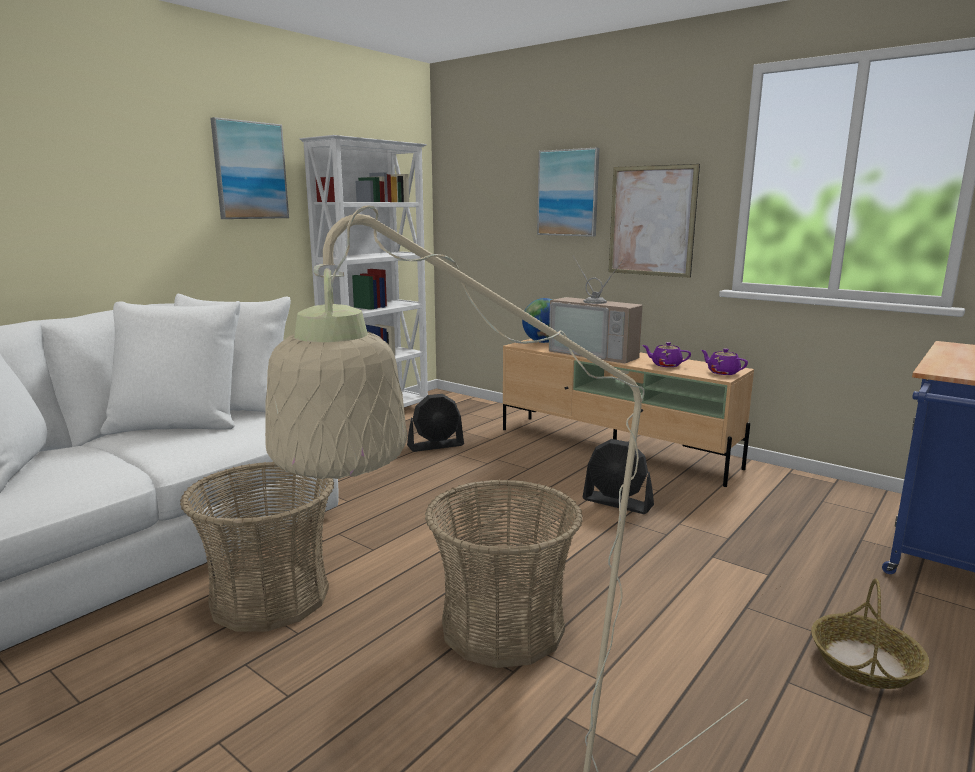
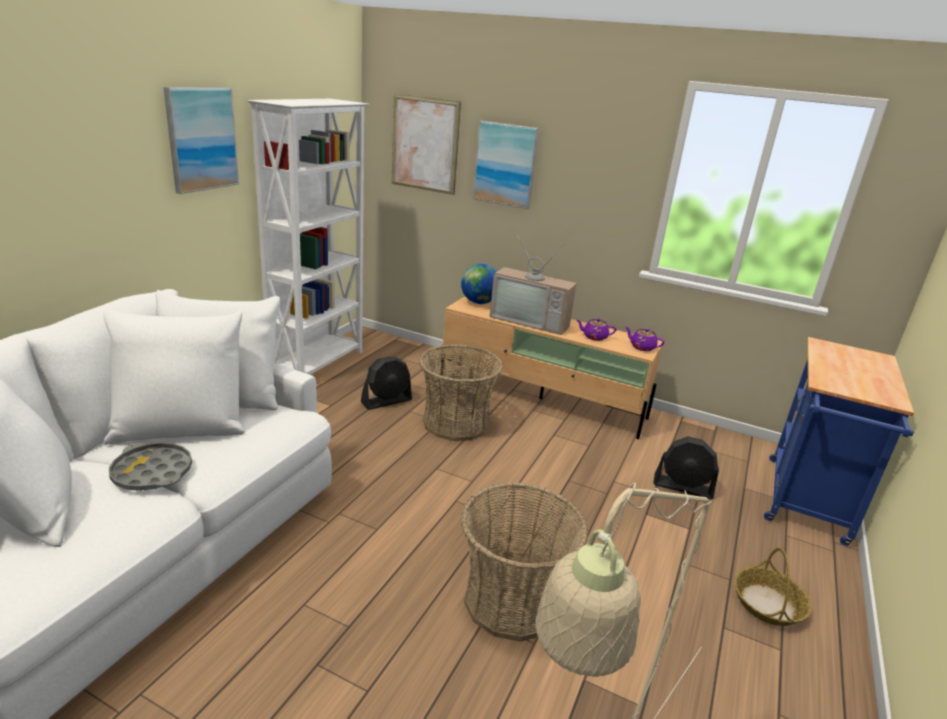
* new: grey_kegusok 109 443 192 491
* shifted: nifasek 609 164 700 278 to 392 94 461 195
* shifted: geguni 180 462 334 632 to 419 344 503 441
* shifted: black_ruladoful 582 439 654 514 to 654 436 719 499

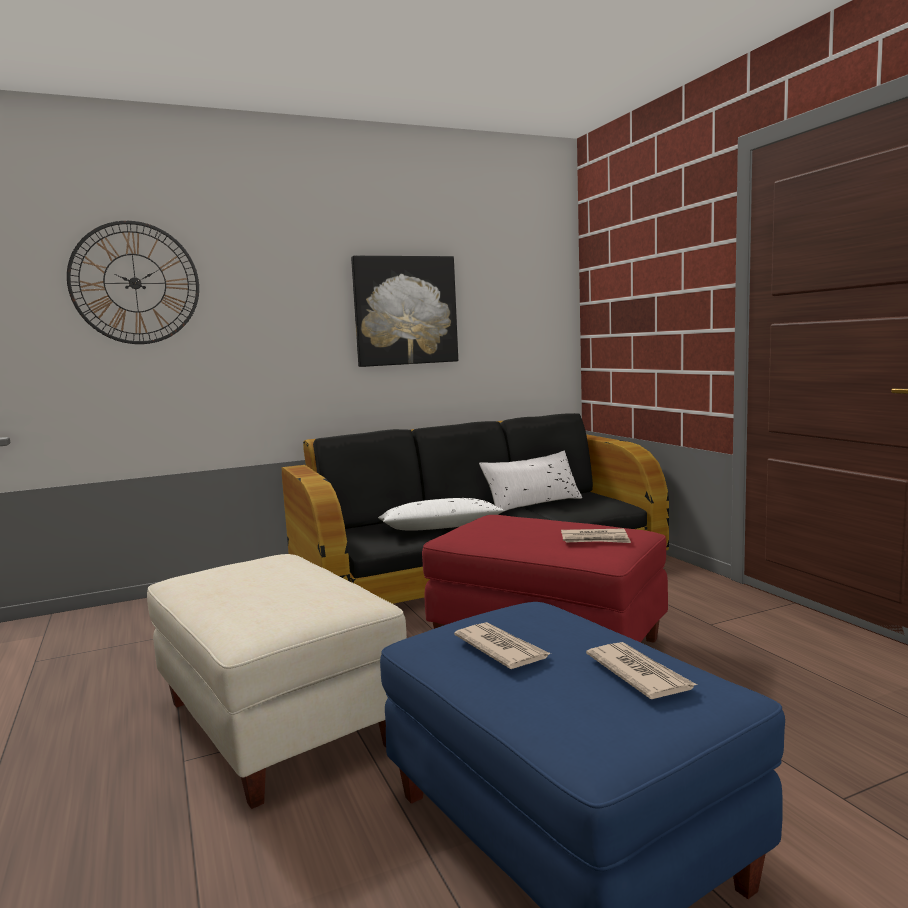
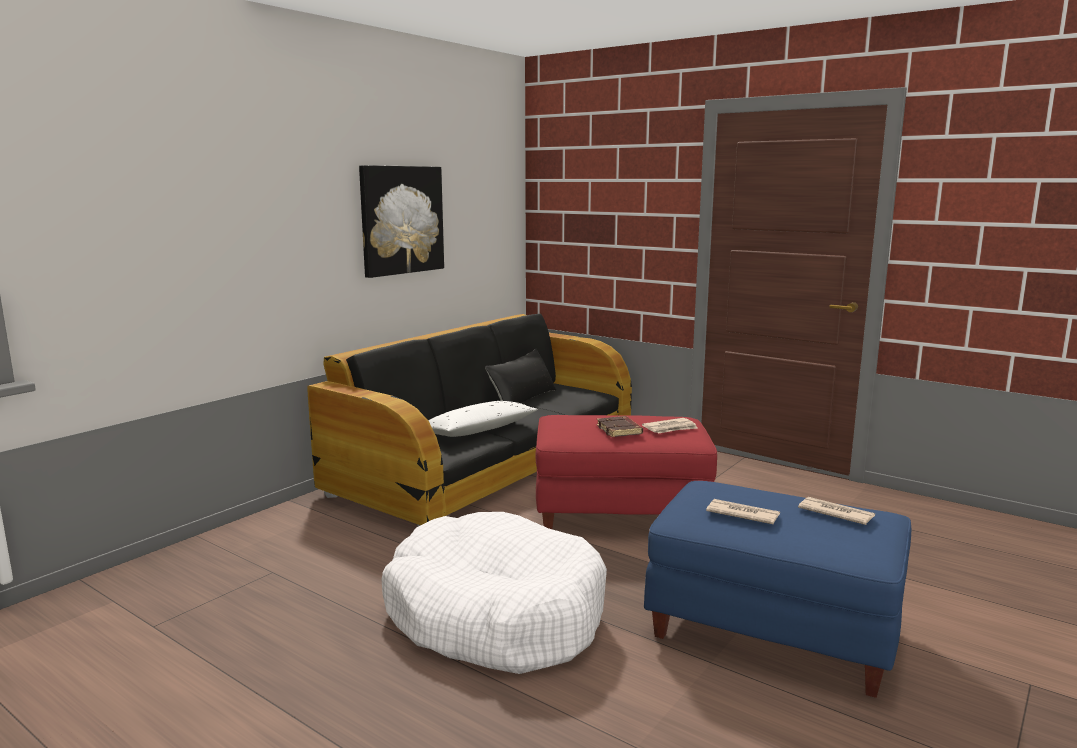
* swapped: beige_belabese 147 554 407 809 to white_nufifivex 381 512 607 674
* repainted: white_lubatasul 479 451 582 511 to black_lubatasul 485 349 556 403
* new: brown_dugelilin 596 416 643 437
* gone: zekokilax 67 221 199 344

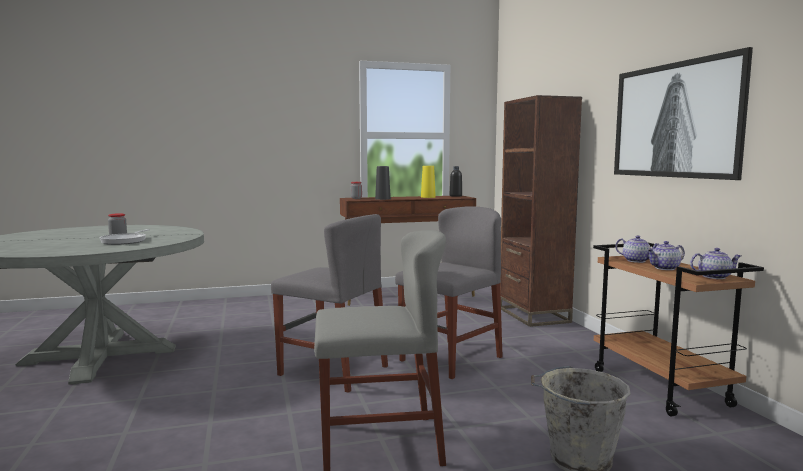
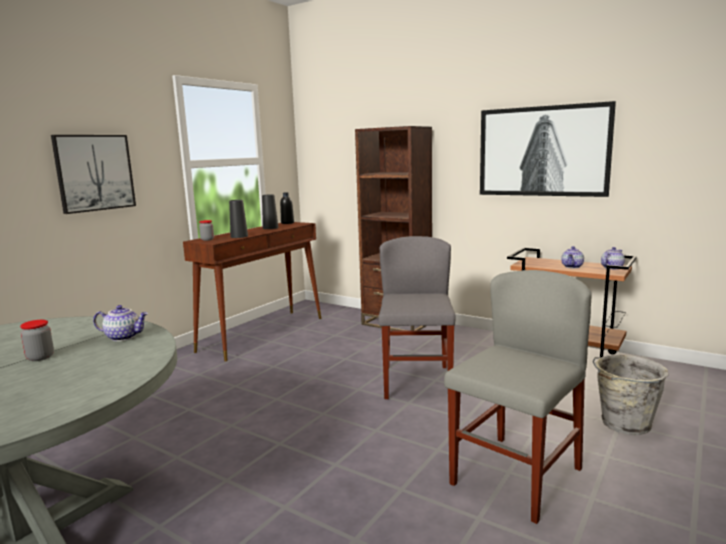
* new: nifasek 51 135 136 214
* shifted: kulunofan 615 235 660 263 to 93 305 148 341
* repainted: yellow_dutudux 421 166 436 198 to black_dutudux 262 194 278 229
* gone: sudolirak 100 229 150 245
* gone: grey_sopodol 271 214 388 393

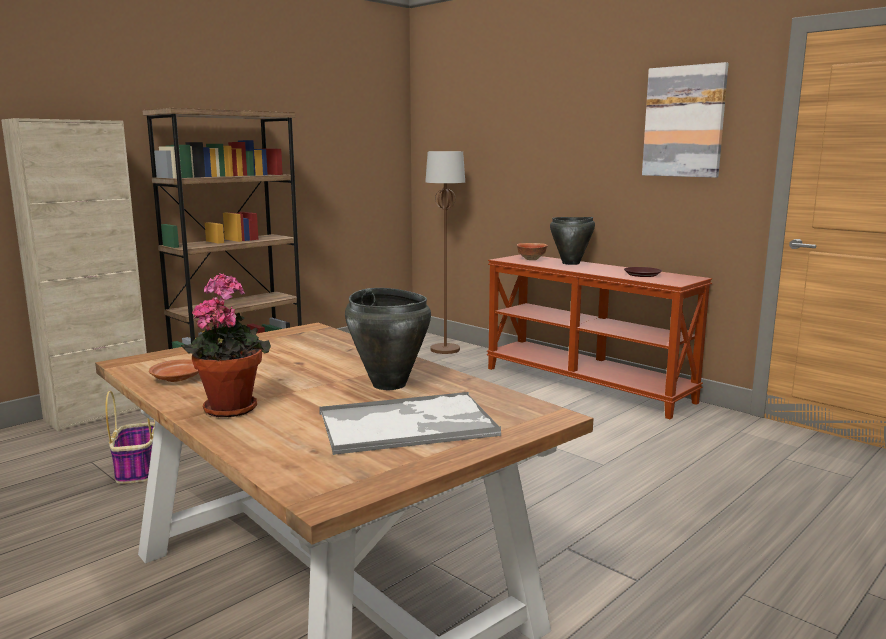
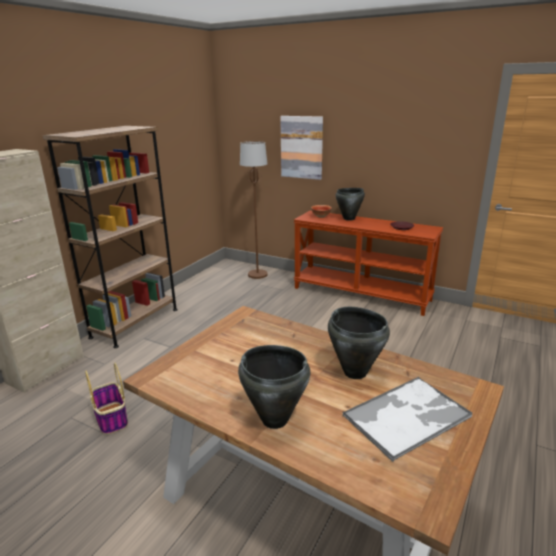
* swapped: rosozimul 181 273 271 417 to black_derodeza 238 345 310 429
* shifted: nifasek 642 62 729 178 to 280 116 323 180
* gone: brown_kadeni 149 359 199 382

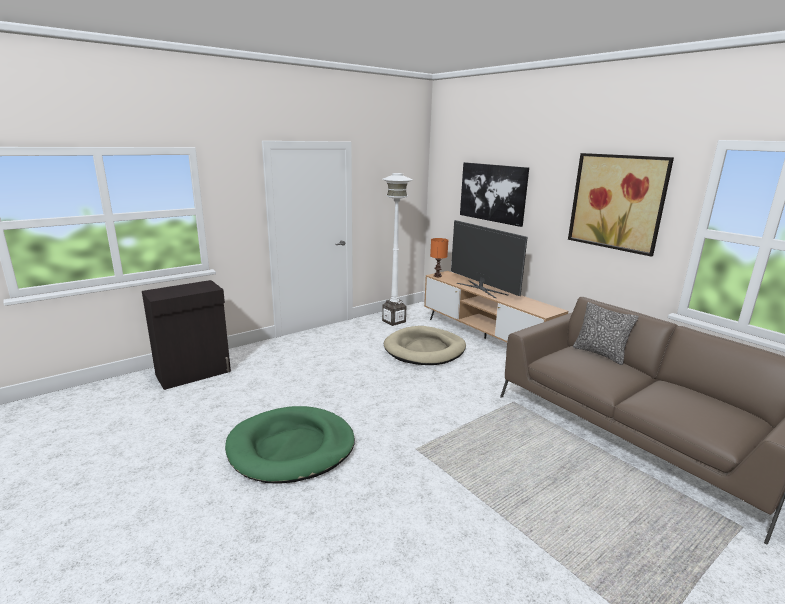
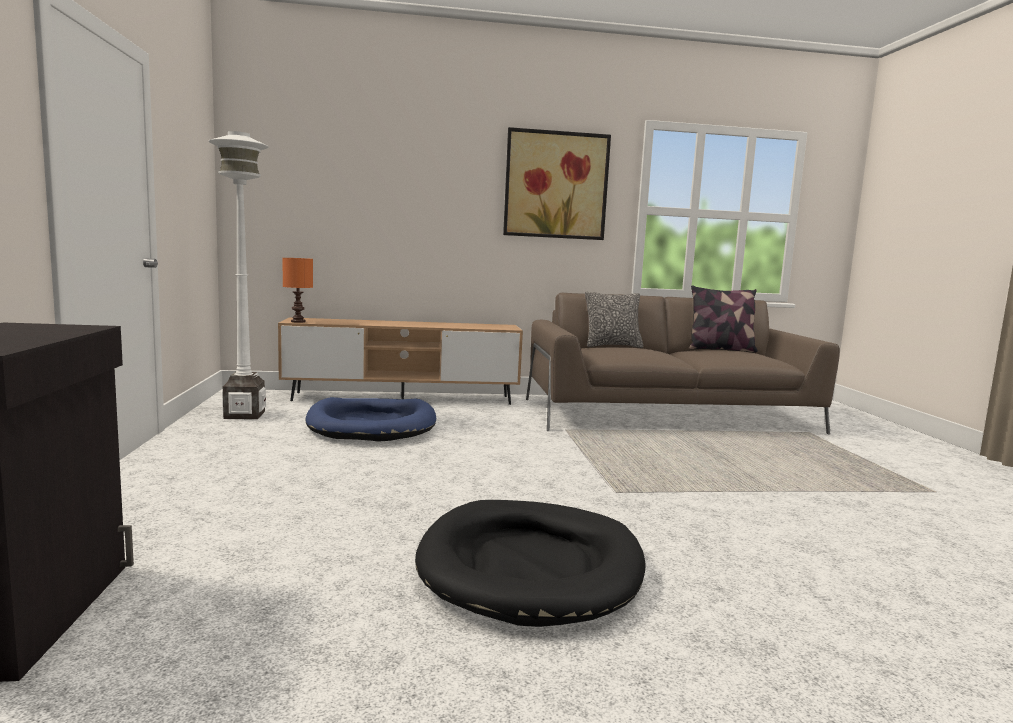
* repainted: beige_nufifivex 384 326 466 365 to blue_nufifivex 305 397 436 442
* repainted: green_nufifivex 225 406 355 484 to black_nufifivex 415 500 646 627
* new: lubatasul 689 285 758 353
* gone: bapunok 451 220 528 298
* gone: nifasek 460 162 529 227

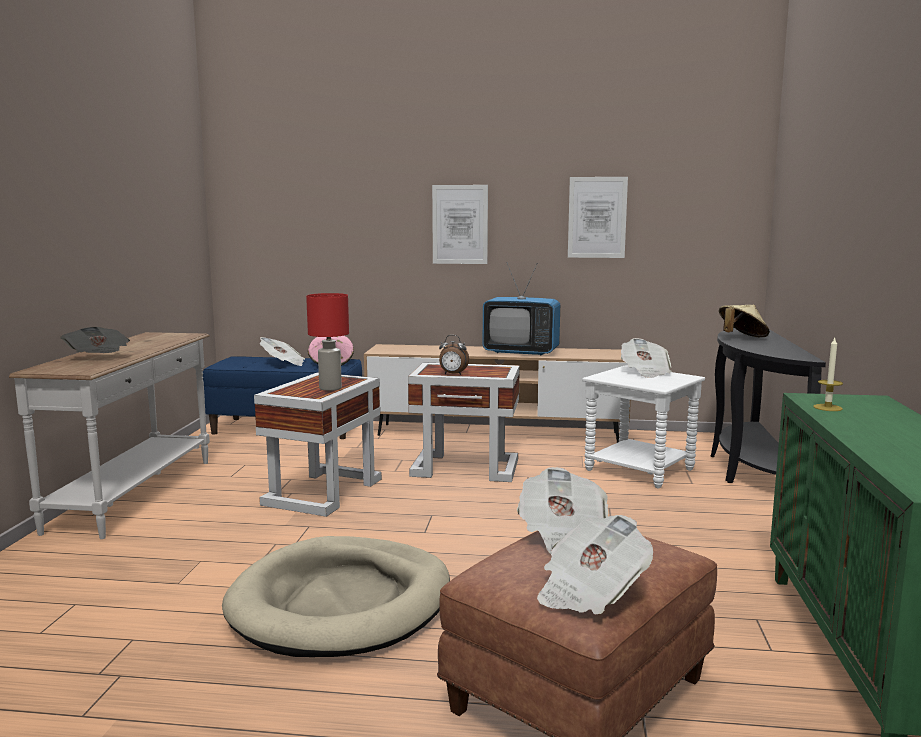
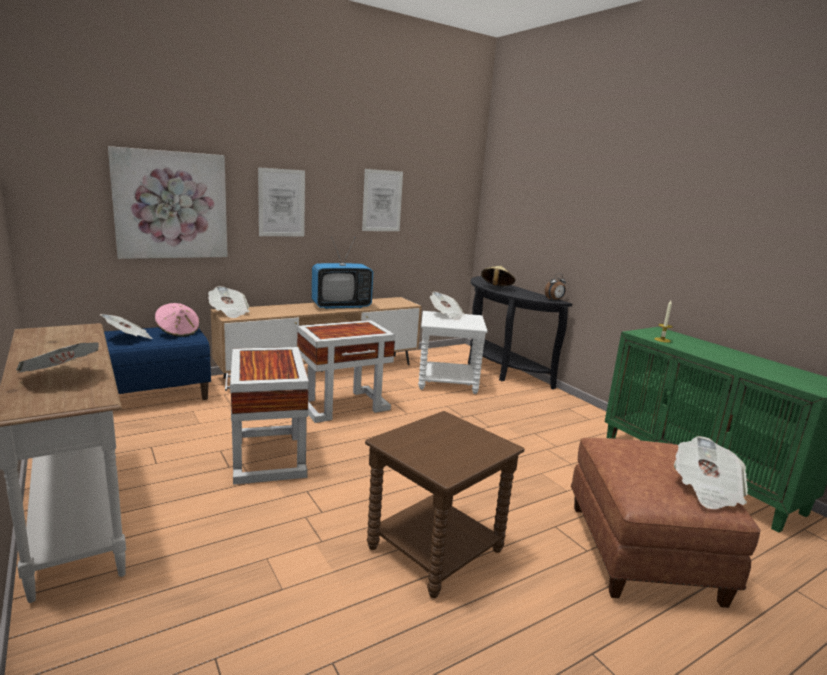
* new: nifasek 108 146 228 259
* shifted: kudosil 517 467 608 554 to 208 286 250 318
* swapped: beige_nufifivex 222 536 450 657 to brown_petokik 365 411 524 598
* shifted: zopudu 439 335 469 375 to 545 273 566 300
* gone: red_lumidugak 306 293 349 391

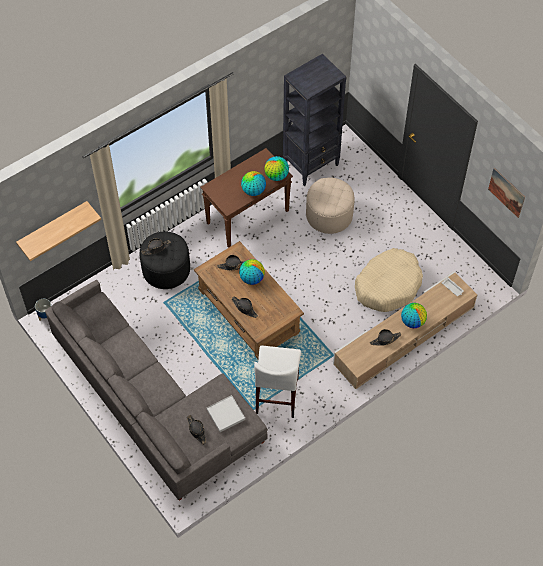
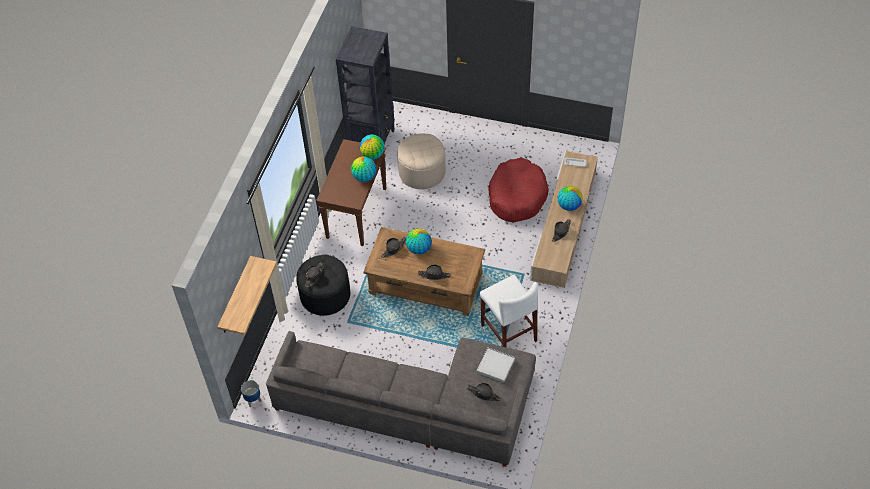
* repainted: beige_nufifivex 355 248 423 312 to red_nufifivex 488 157 549 222
* gone: nifasek 488 168 525 218

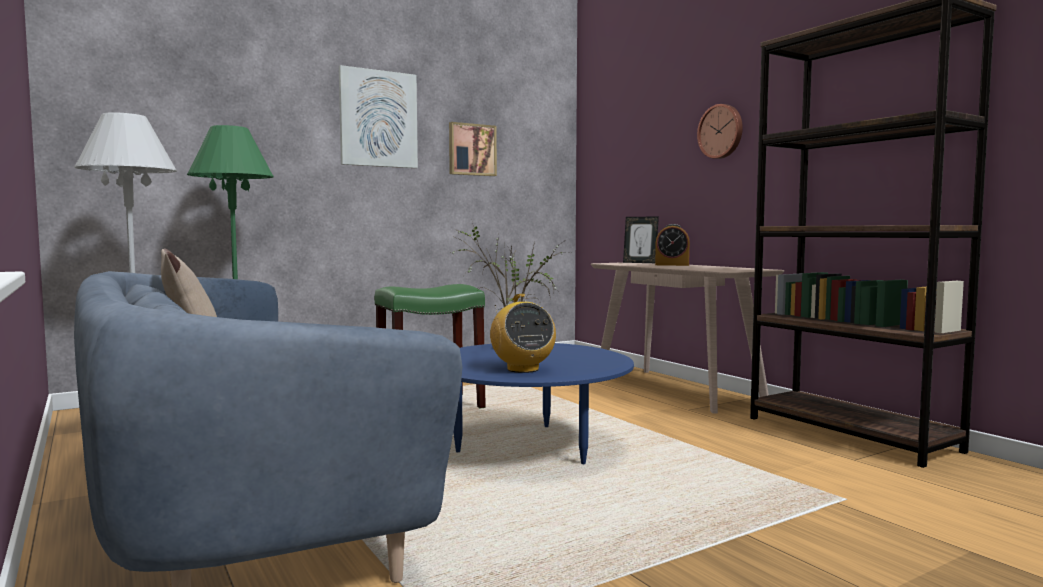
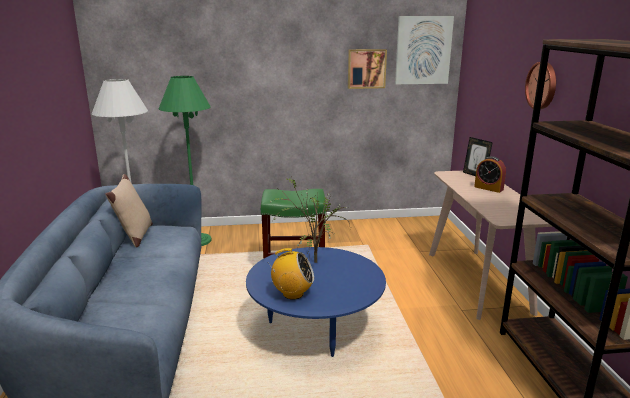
* rotated: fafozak 490 294 556 373 = 267 248 314 299 90 degrees counterclockwise
* shifted: nifasek 339 65 418 168 to 395 16 454 84

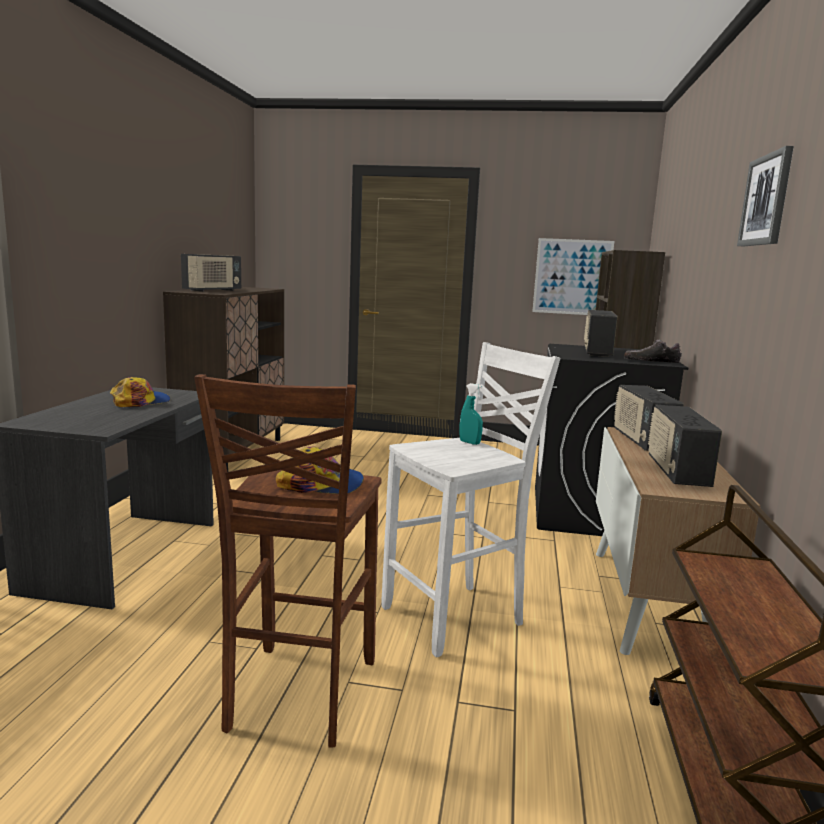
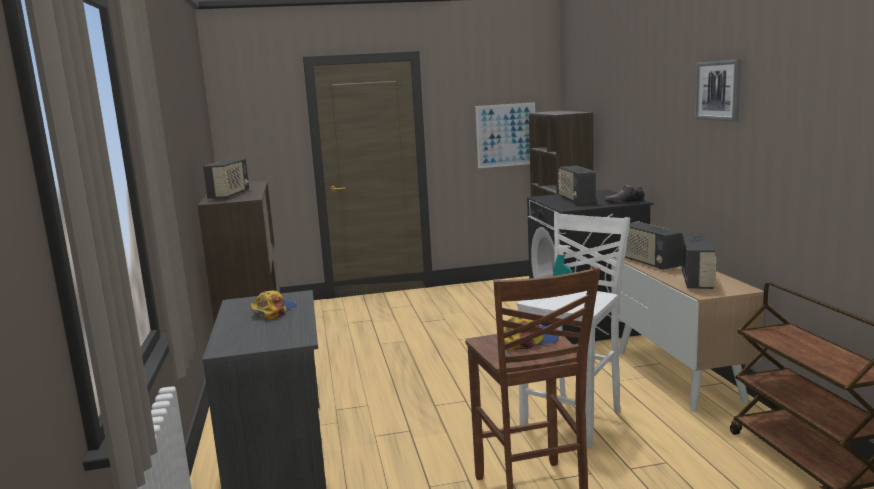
* rotated: fafozak 648 405 722 487 = 682 235 716 289 150 degrees counterclockwise

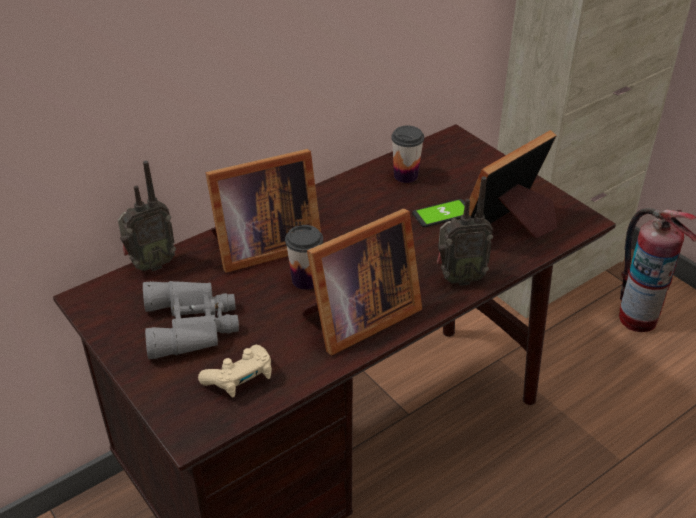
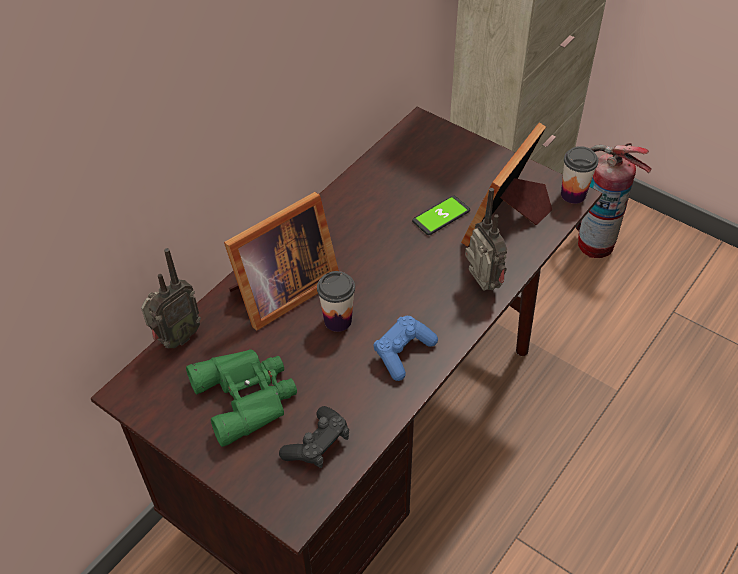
* repainted: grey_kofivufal 143 281 239 359 to green_kofivufal 186 349 297 447
* repainted: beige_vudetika 198 345 272 397 to black_vudetika 279 406 349 468
* swapped: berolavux 302 209 422 355 to blue_vudetika 373 316 438 381
* rotated: fafozak 437 176 493 286 = 465 188 507 291 90 degrees counterclockwise
* shifted: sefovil 391 125 424 183 to 561 146 598 204

